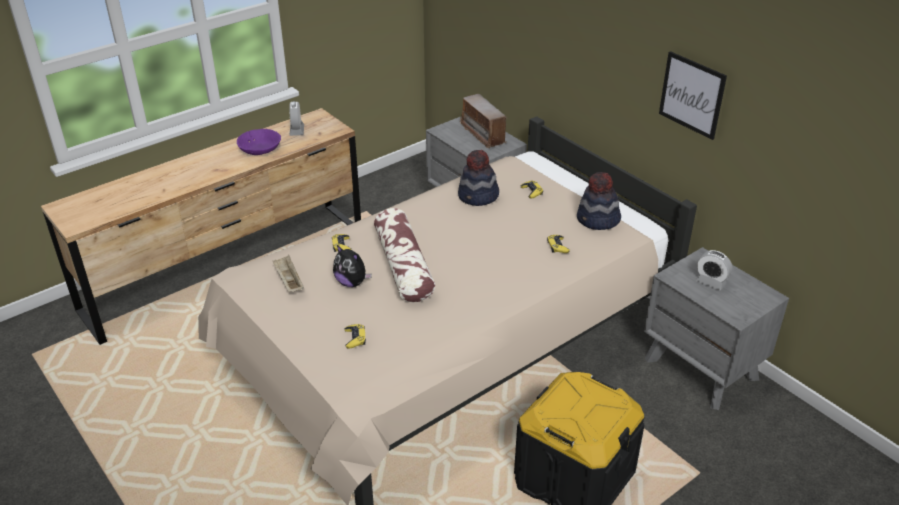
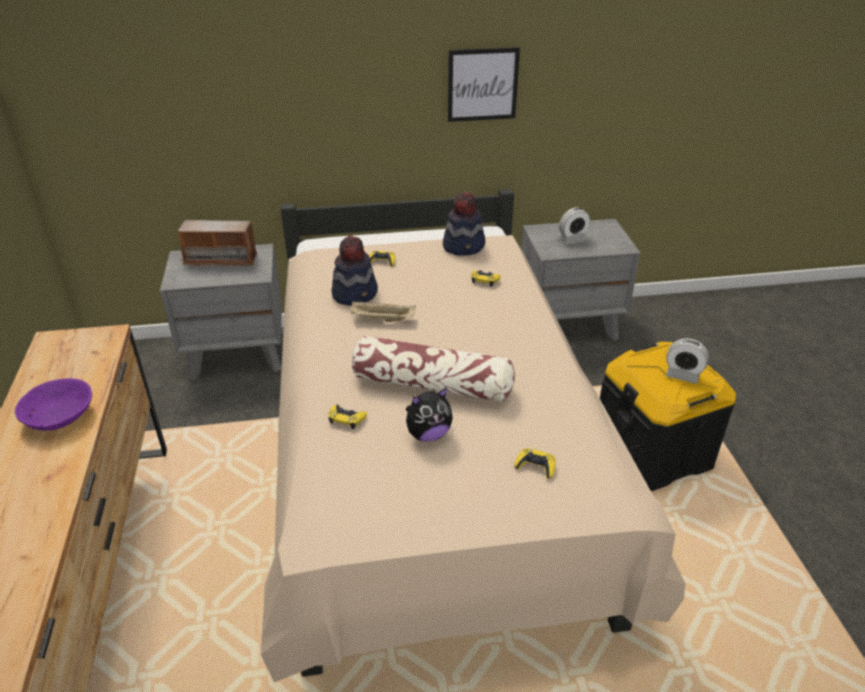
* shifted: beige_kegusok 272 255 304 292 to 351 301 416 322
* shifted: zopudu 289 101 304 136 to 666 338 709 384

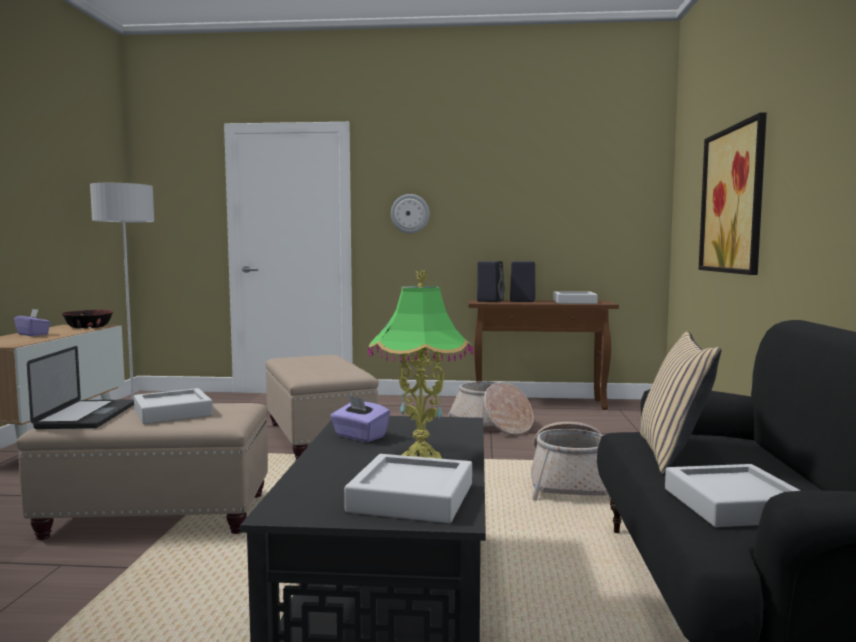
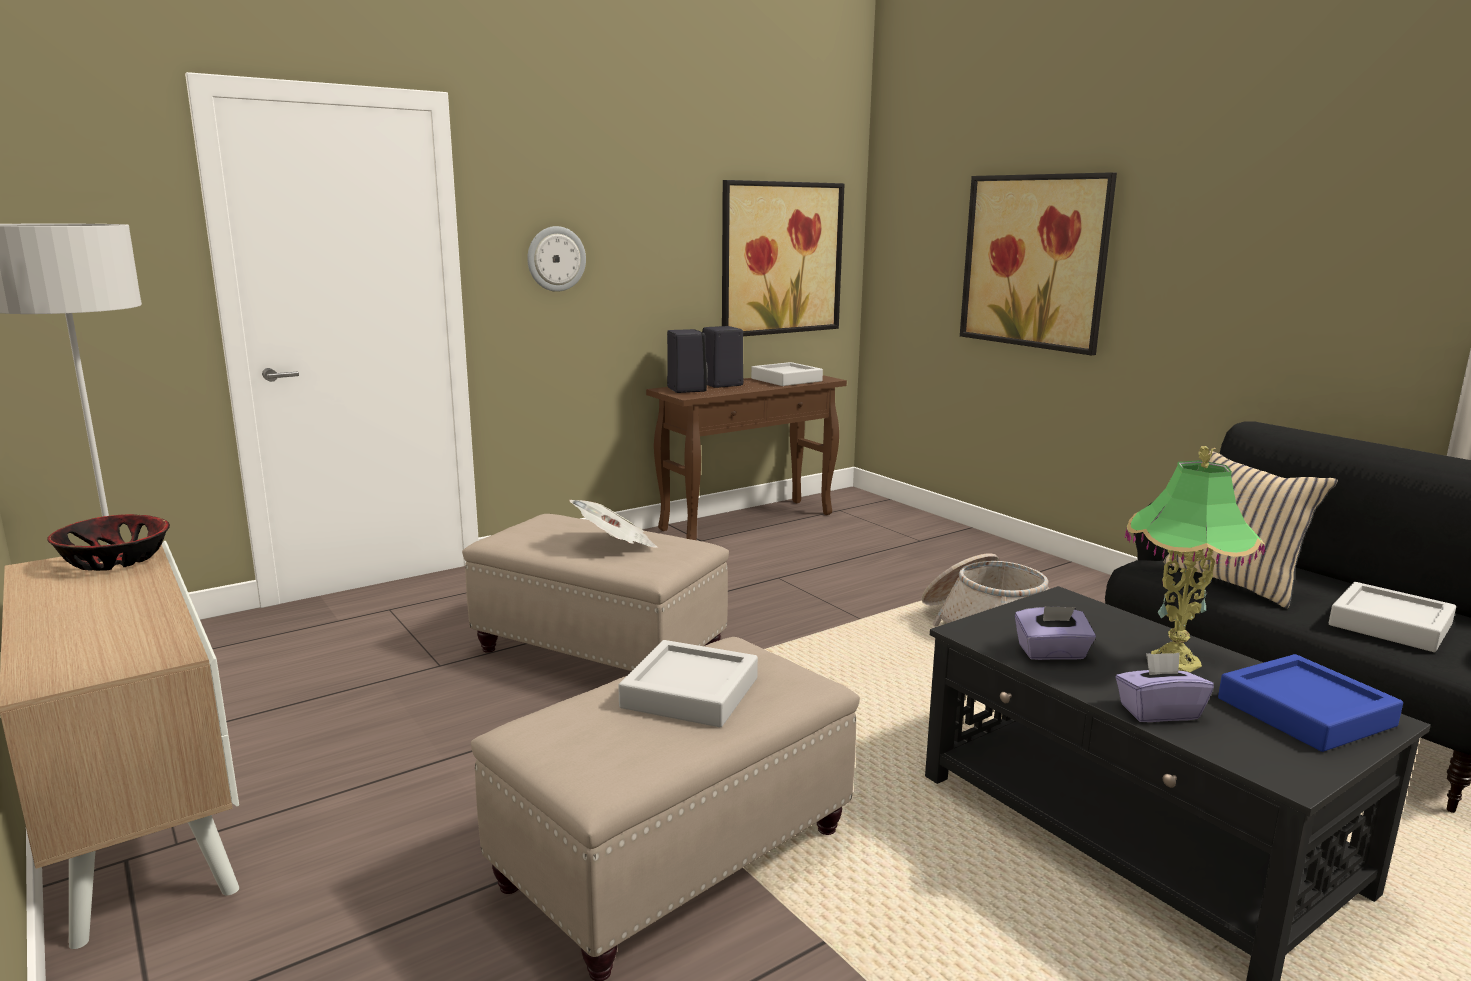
* new: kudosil 569 500 659 548
* new: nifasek 722 180 844 336
* shifted: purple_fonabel 14 309 51 336 to 1115 653 1214 722
* repainted: grey_kegusok 344 454 472 523 to blue_kegusok 1218 654 1403 752
* gone: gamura 27 346 134 429
* gone: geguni 447 381 534 435

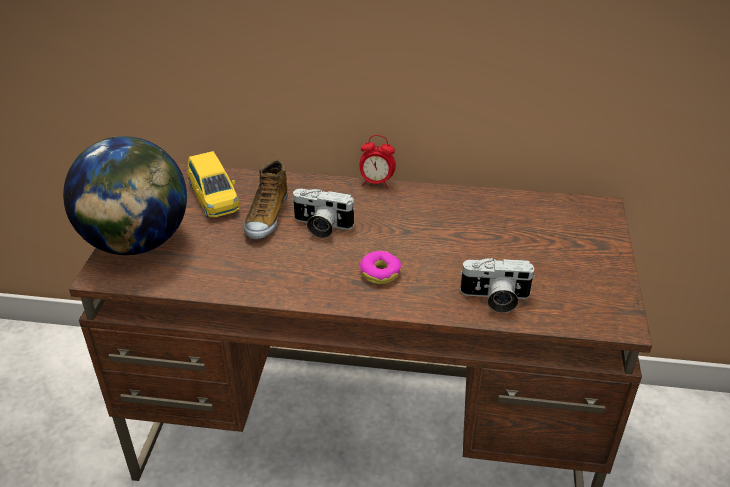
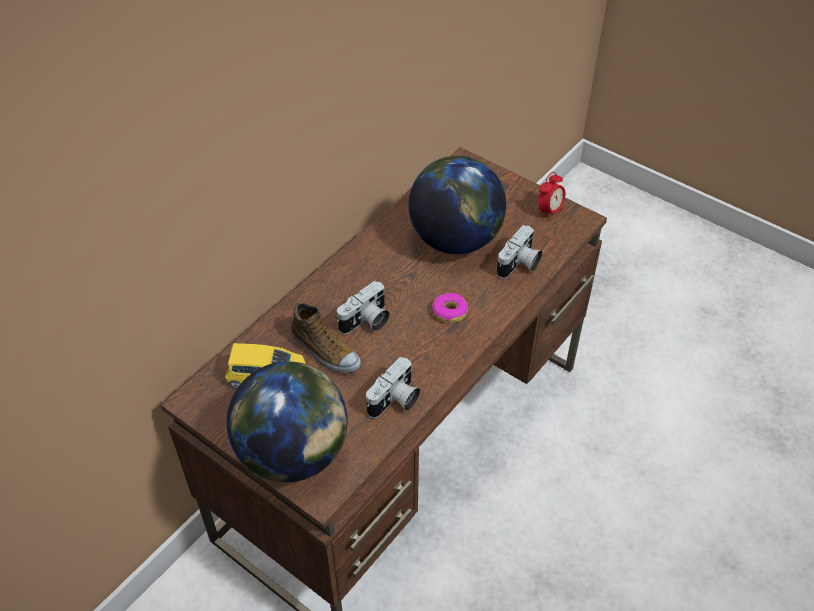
* new: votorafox 366 357 420 418
* new: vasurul 408 156 506 254
* shifted: zopudu 360 135 396 189 to 538 172 565 220

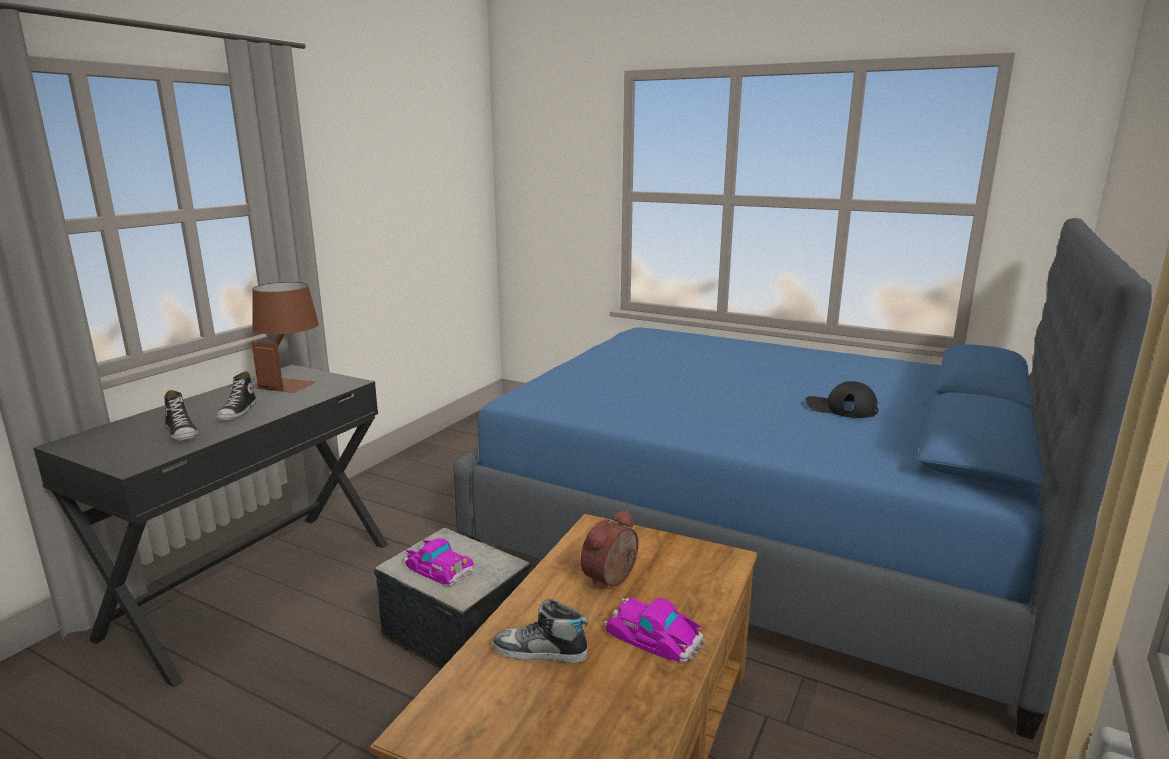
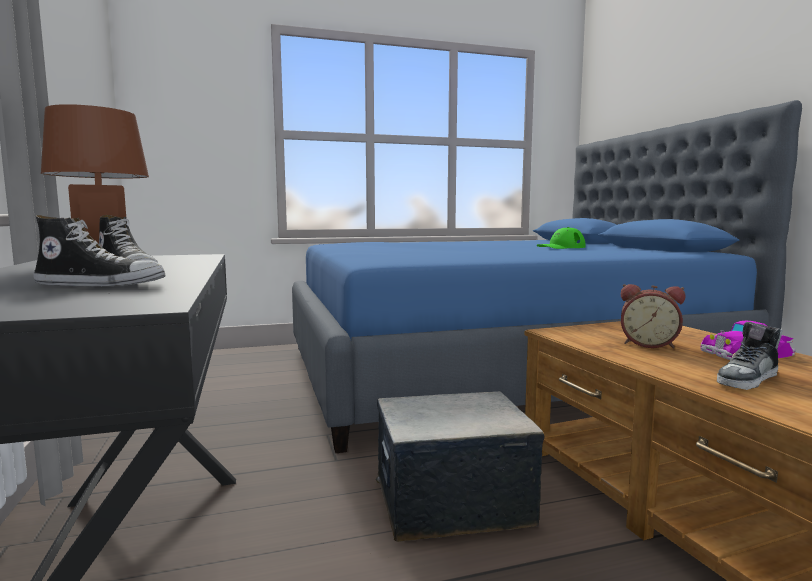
* repainted: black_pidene 805 381 878 418 to green_pidene 537 227 586 249
* rotated: zopudu 580 509 639 588 = 621 284 685 348 60 degrees counterclockwise
* gone: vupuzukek 403 538 474 586

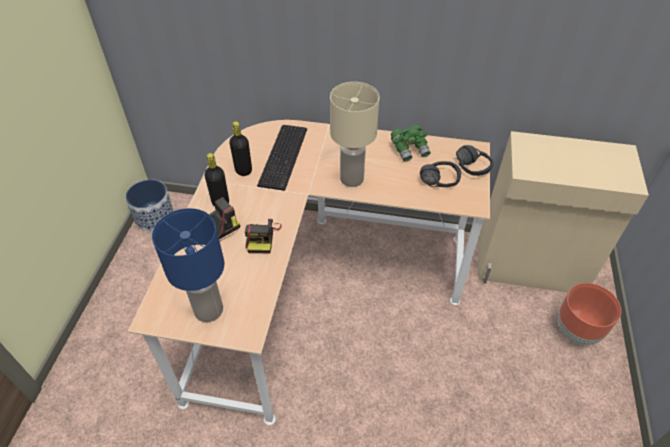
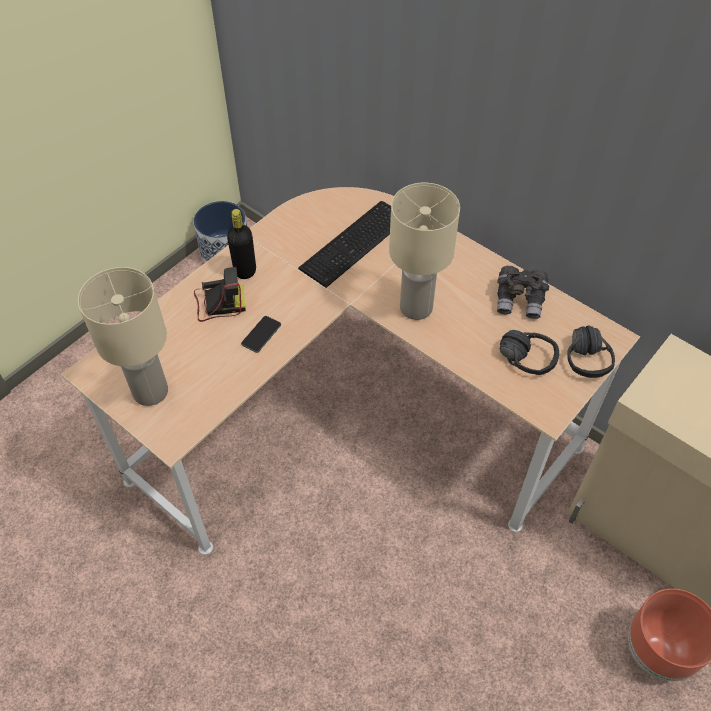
* repainted: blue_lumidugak 152 208 224 322 to beige_lumidugak 78 267 168 406
* swapped: votorafox 245 219 282 253 to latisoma 241 316 281 353
* repainted: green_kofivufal 391 125 431 162 to grey_kofivufal 497 266 549 319
* gone: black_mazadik 229 121 252 176

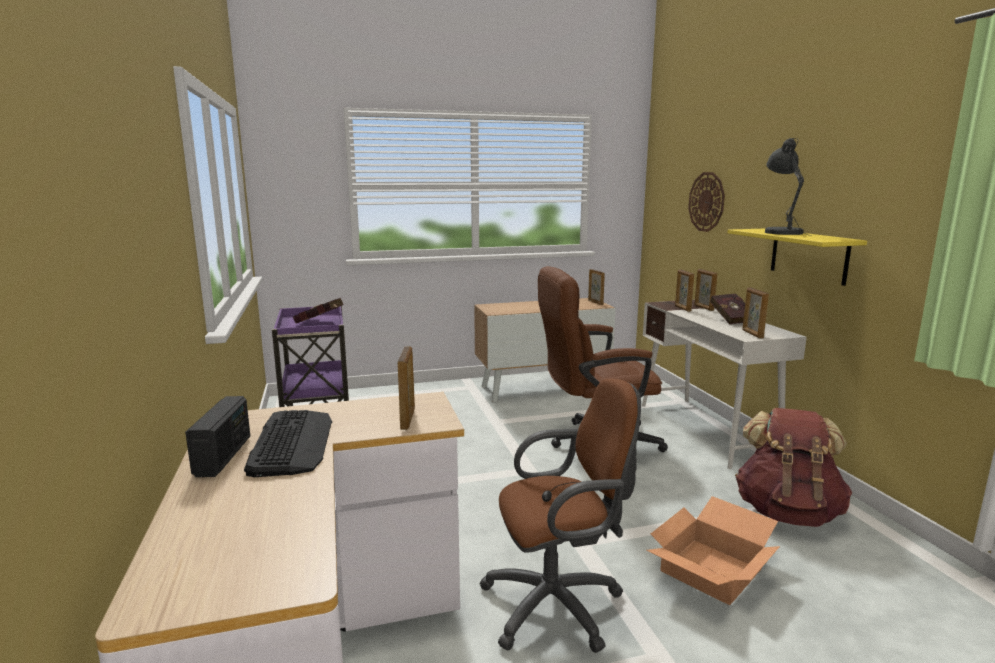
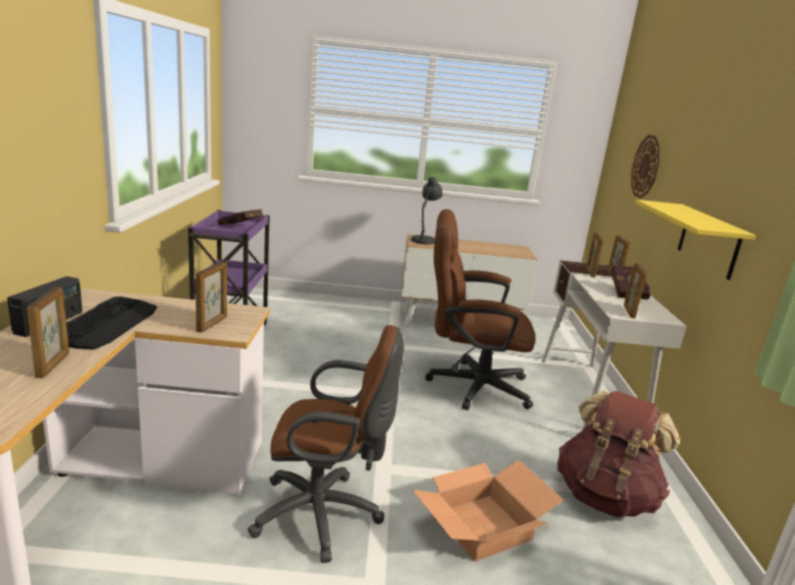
* shifted: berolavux 588 269 605 305 to 27 287 69 378
* shifted: grey_lumidugak 765 138 811 236 to 411 176 443 245

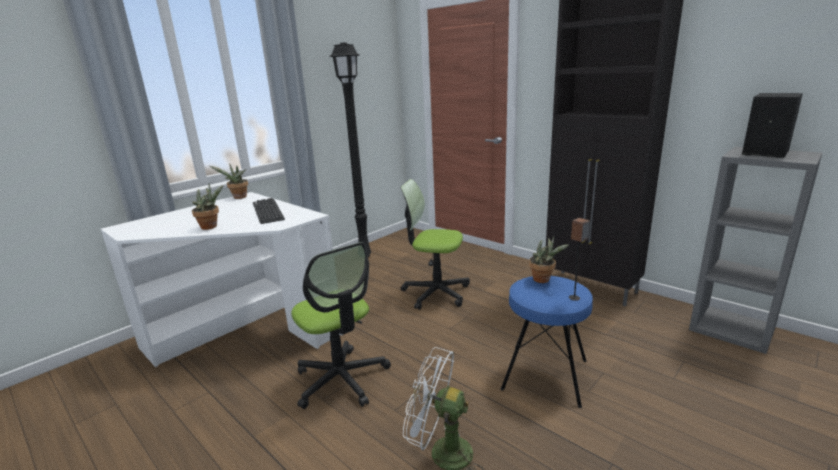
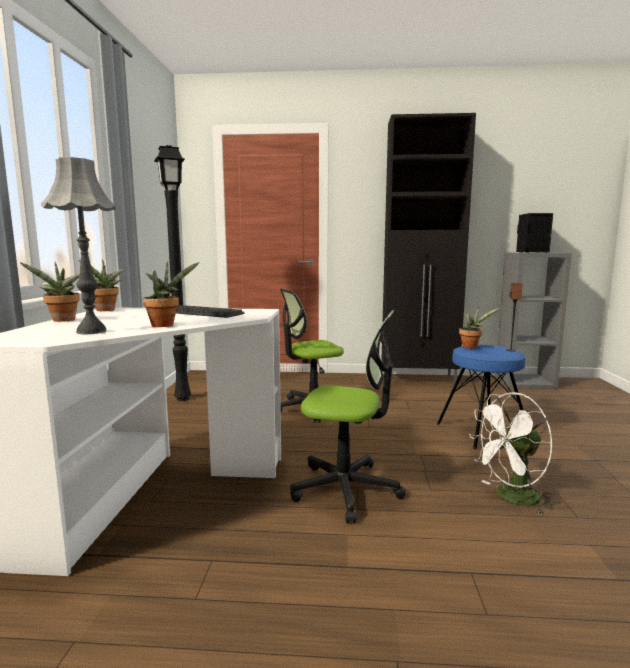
* new: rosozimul 20 262 80 322
* new: grey_lumidugak 41 157 116 334

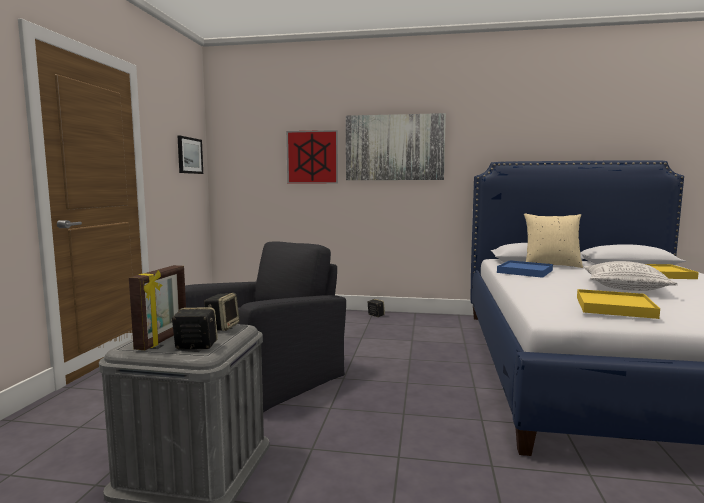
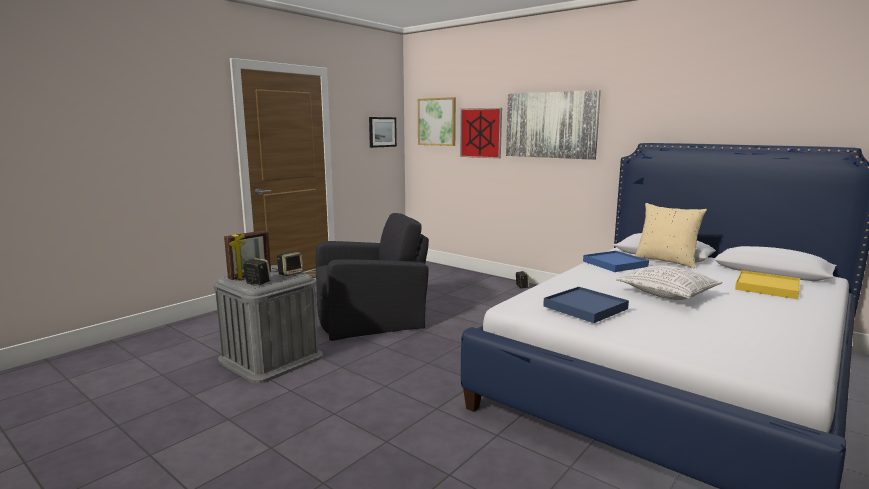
* new: nifasek 418 97 456 146
* repainted: yellow_kegusok 577 289 660 319 to blue_kegusok 543 287 629 323

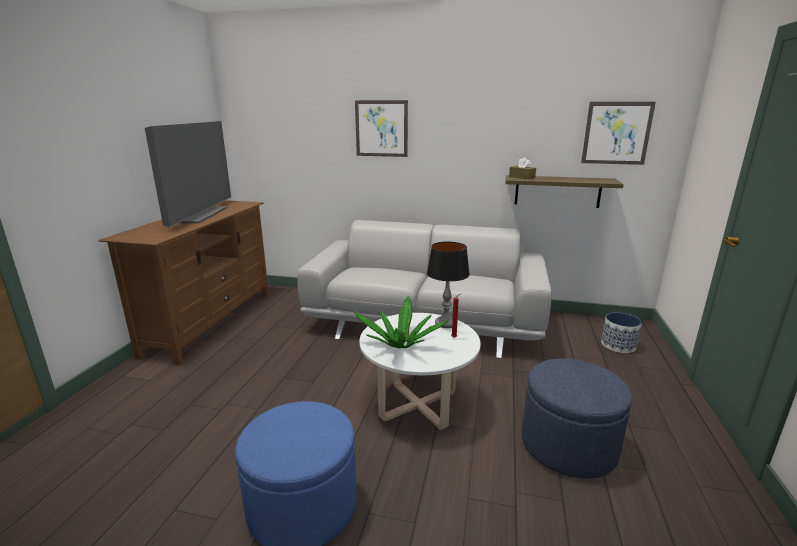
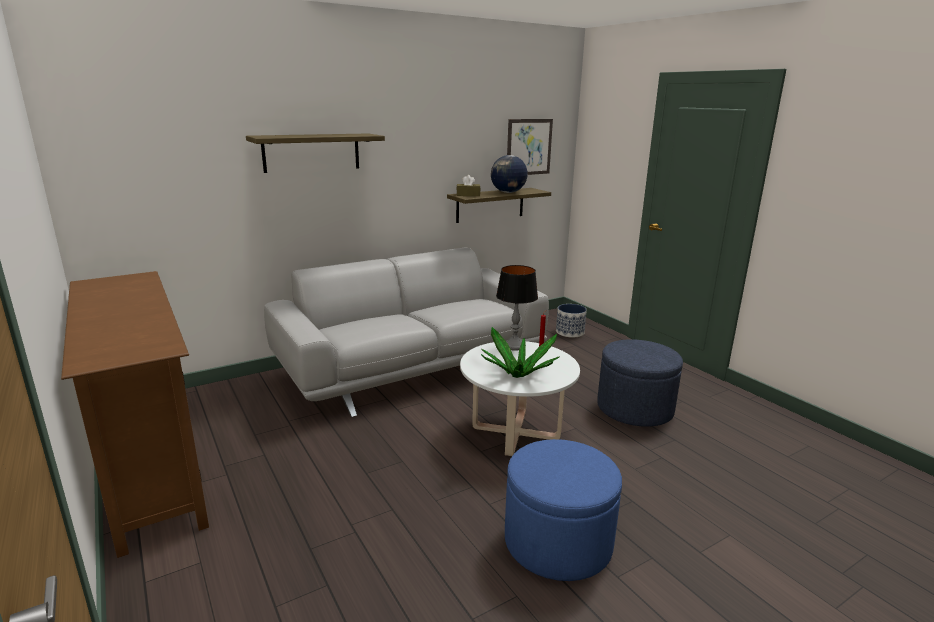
* swapped: nifasek 355 100 408 157 to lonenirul 246 133 385 173
* new: vasurul 491 155 528 193
* gone: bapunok 145 121 231 227

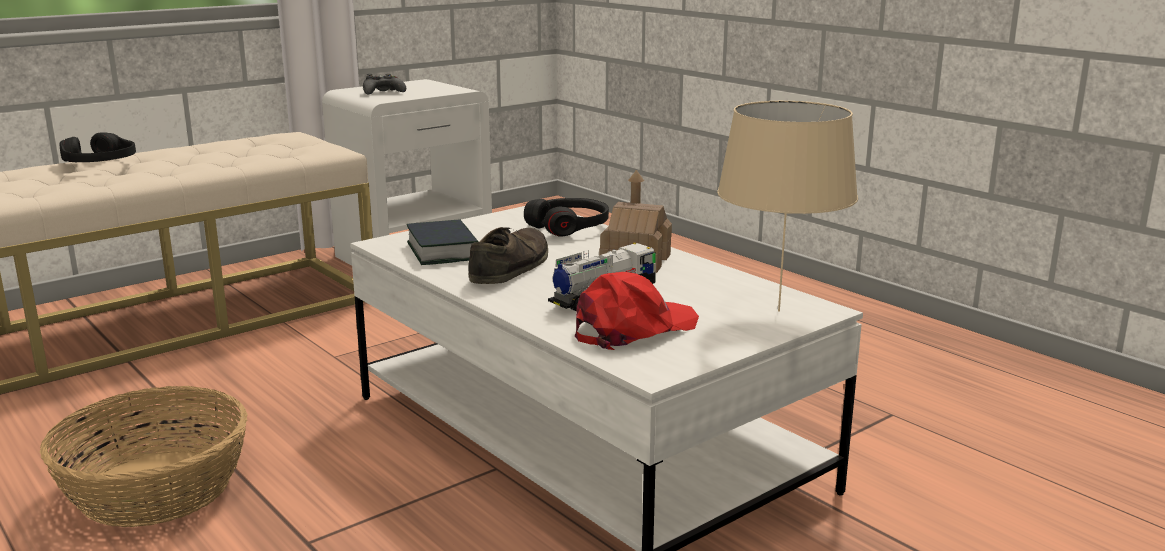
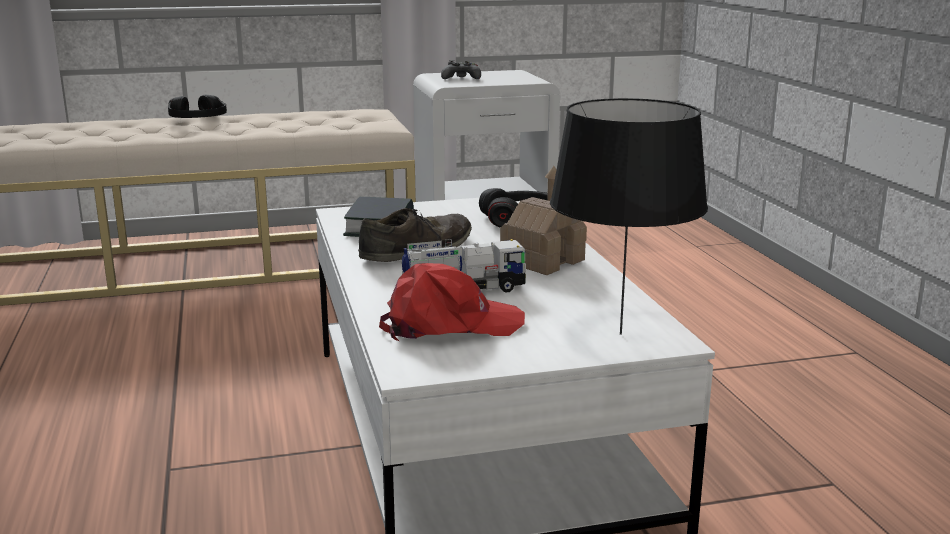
* repainted: beige_lumidugak 717 101 858 312 to black_lumidugak 550 98 708 335
* gone: geguni 40 386 248 527

